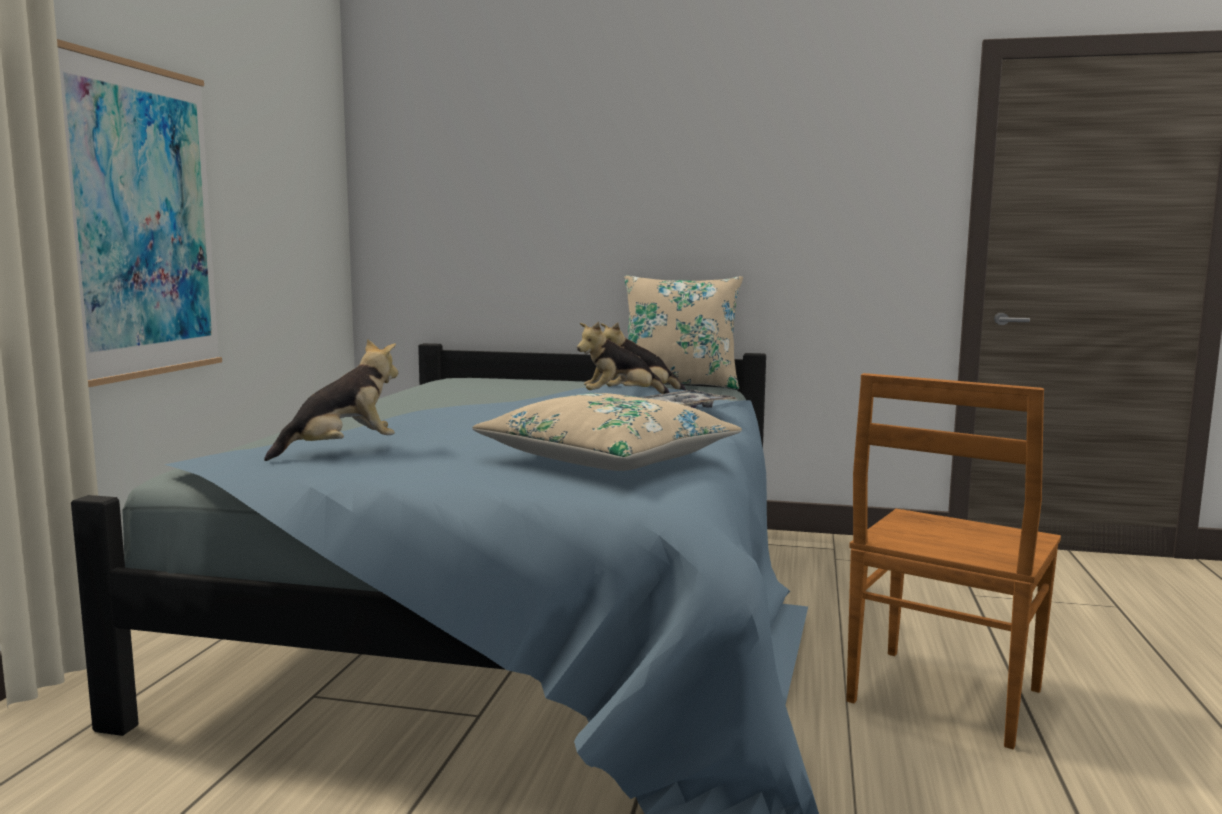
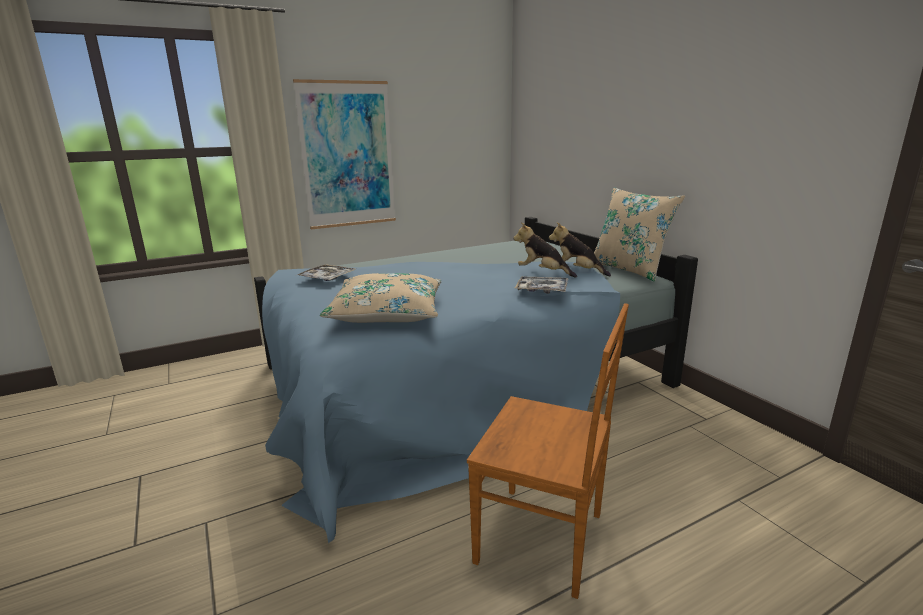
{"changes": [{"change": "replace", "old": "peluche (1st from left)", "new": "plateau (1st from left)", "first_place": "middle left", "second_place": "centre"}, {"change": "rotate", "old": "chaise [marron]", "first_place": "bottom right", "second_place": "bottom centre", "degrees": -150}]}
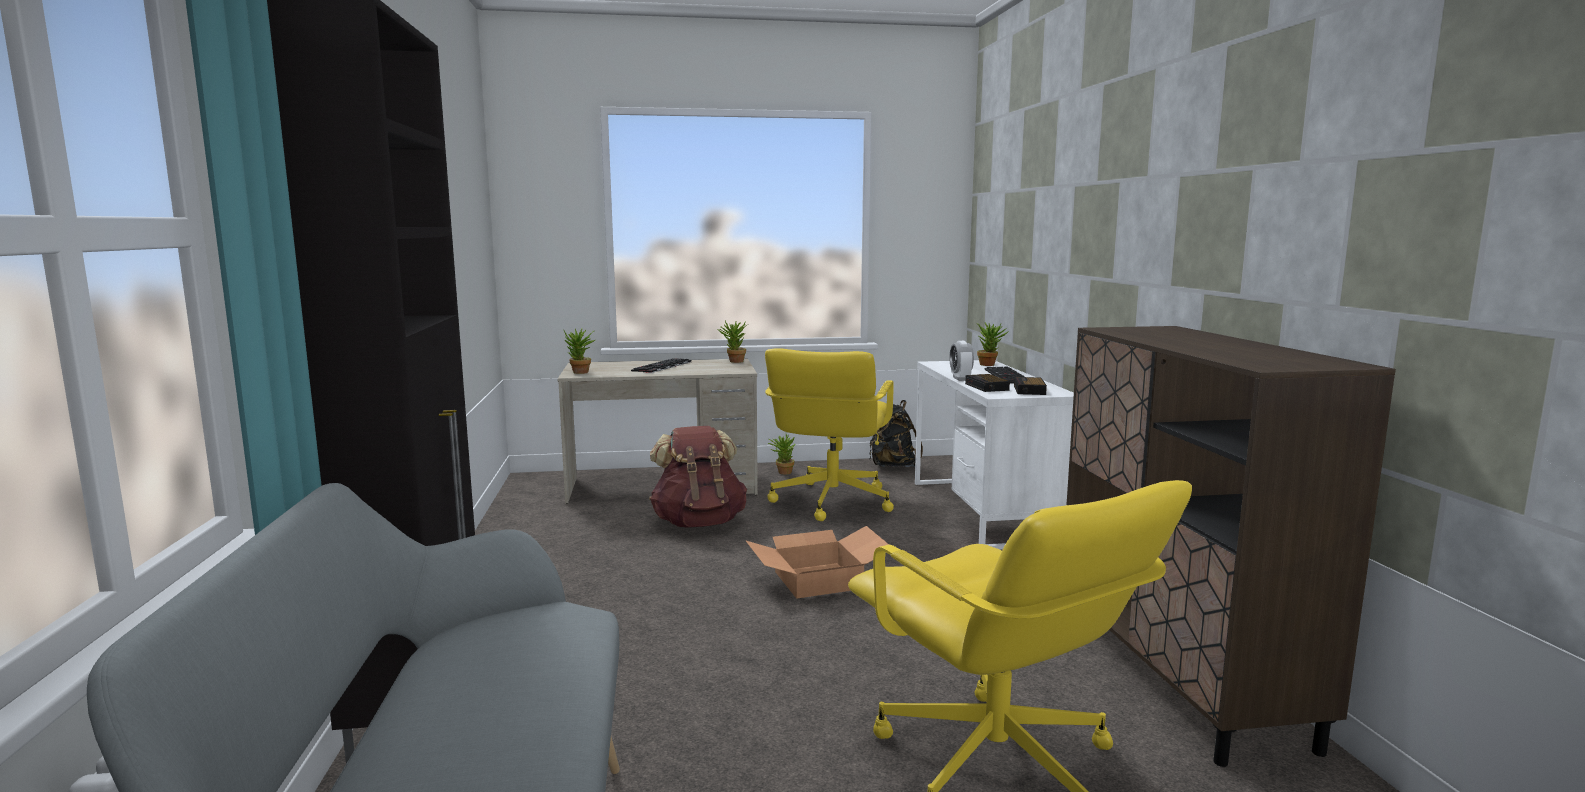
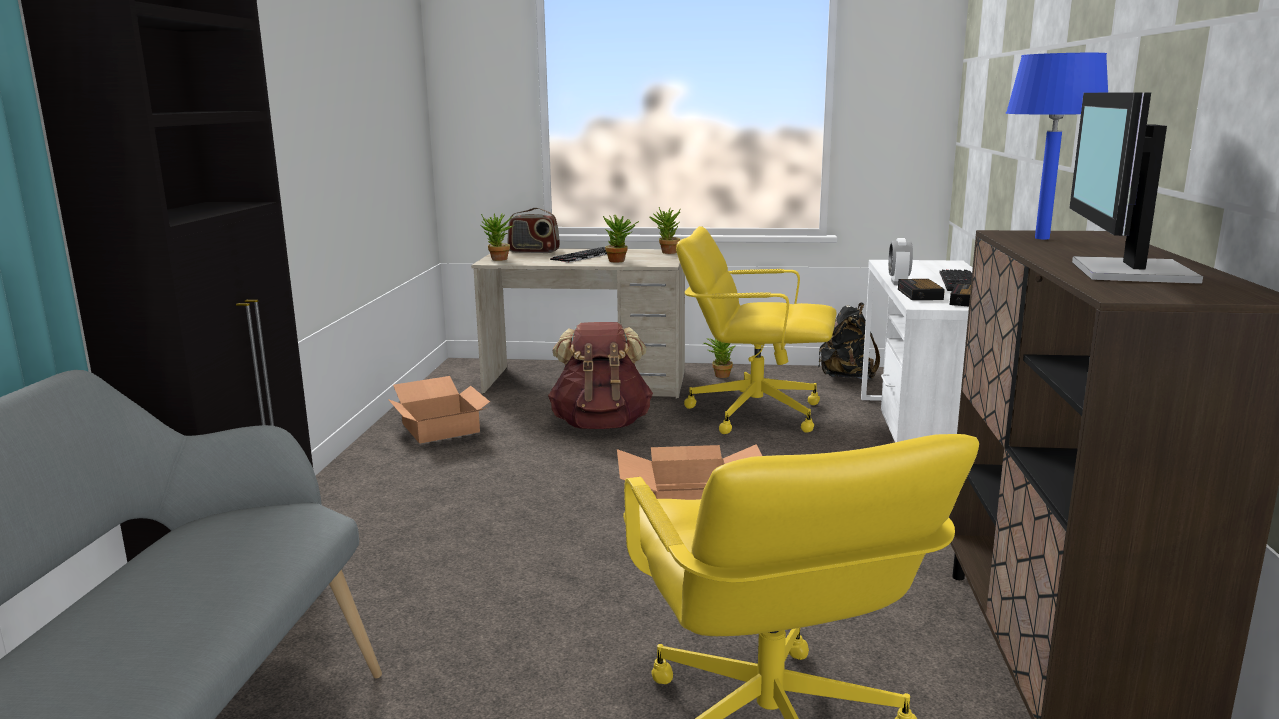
{"changes": [{"change": "move", "old": "plante en pot (4th from left in the first image)", "new": "plante en pot (2nd from left)", "first_place": "centre", "second_place": "top centre"}, {"change": "rotate", "old": "chaise de bureau [jaune] (1st from left)", "first_place": "centre", "second_place": "centre", "degrees": 75}, {"change": "insert", "new": "lampe de table [bleu]", "second_place": "top right"}, {"change": "insert", "new": "écran d'ordinateur", "second_place": "top right"}, {"change": "insert", "new": "radio", "second_place": "top centre"}, {"change": "insert", "new": "carton (1st from left)", "second_place": "centre"}]}
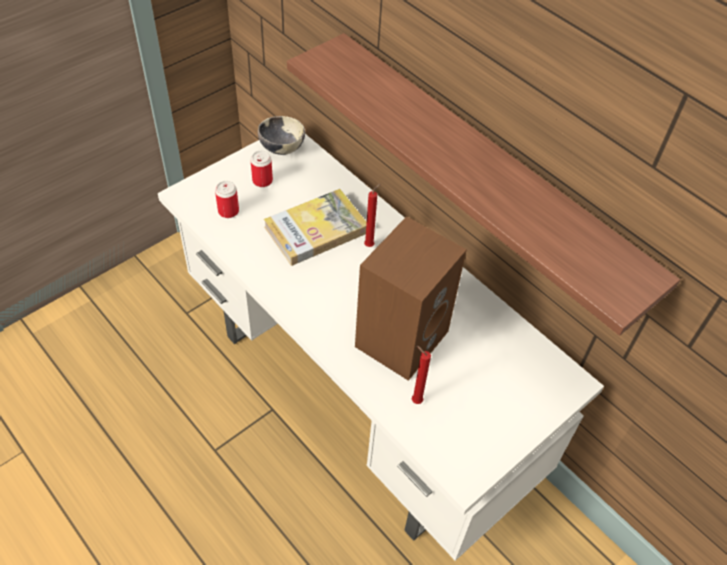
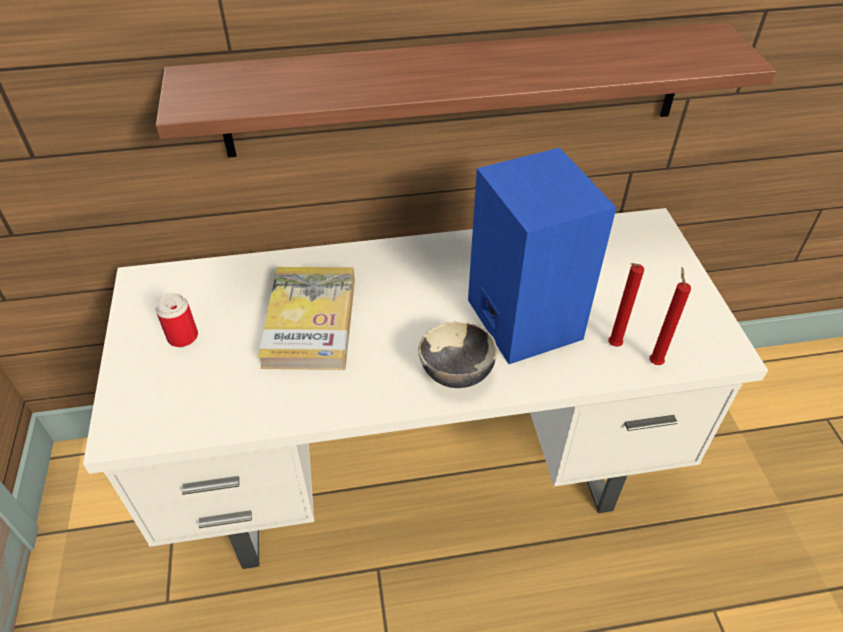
{"changes": [{"change": "move", "old": "bol", "first_place": "top centre", "second_place": "centre"}, {"change": "delete", "old": "boîte métallique (1st from left)", "first_place": "middle left"}, {"change": "move", "old": "bougie [rouge] (1st from left in the first image)", "new": "bougie [rouge] (2nd from left)", "first_place": "centre", "second_place": "middle right"}, {"change": "recolor", "old": "enceinte [marron]", "new": "enceinte [bleu]", "first_place": "centre", "second_place": "centre"}]}
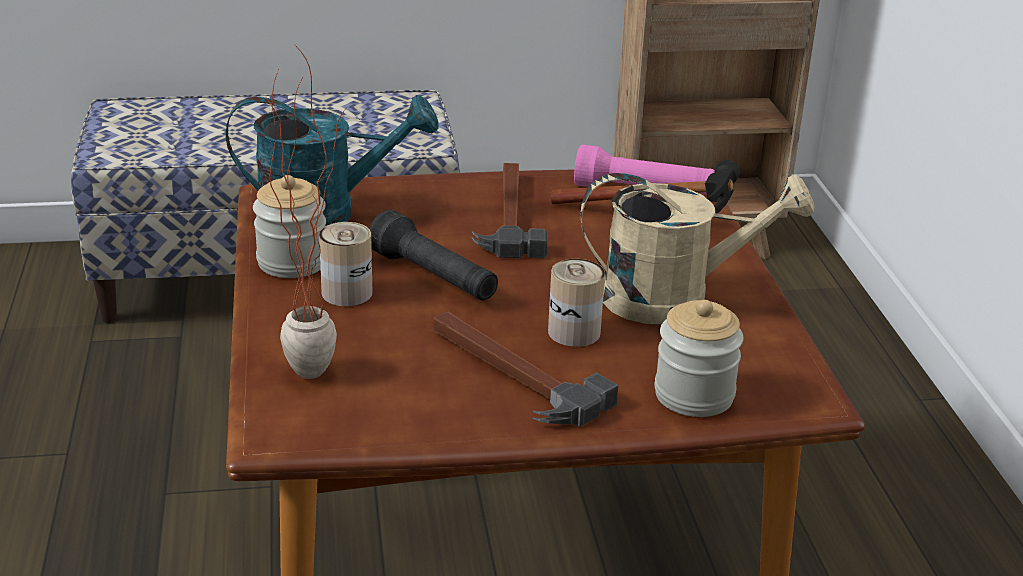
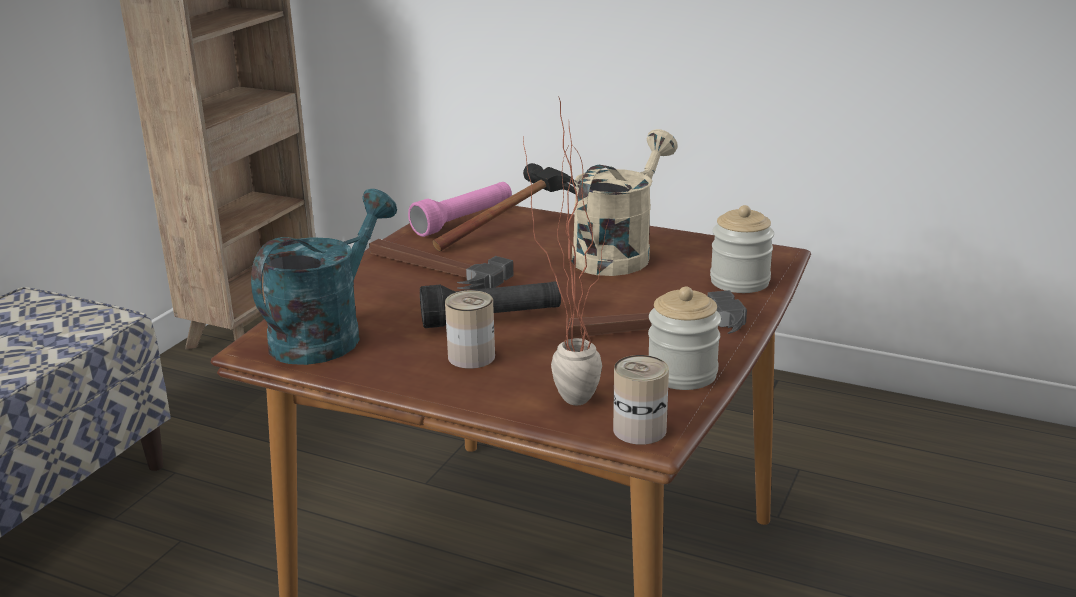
{"changes": [{"change": "move", "old": "bocal (1st from left)", "first_place": "middle left", "second_place": "centre"}, {"change": "move", "old": "boîte métallique (2nd from left)", "first_place": "centre", "second_place": "bottom centre"}]}
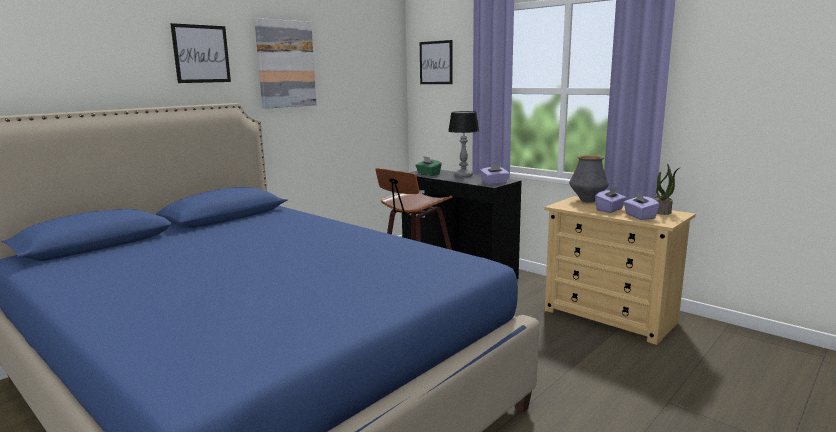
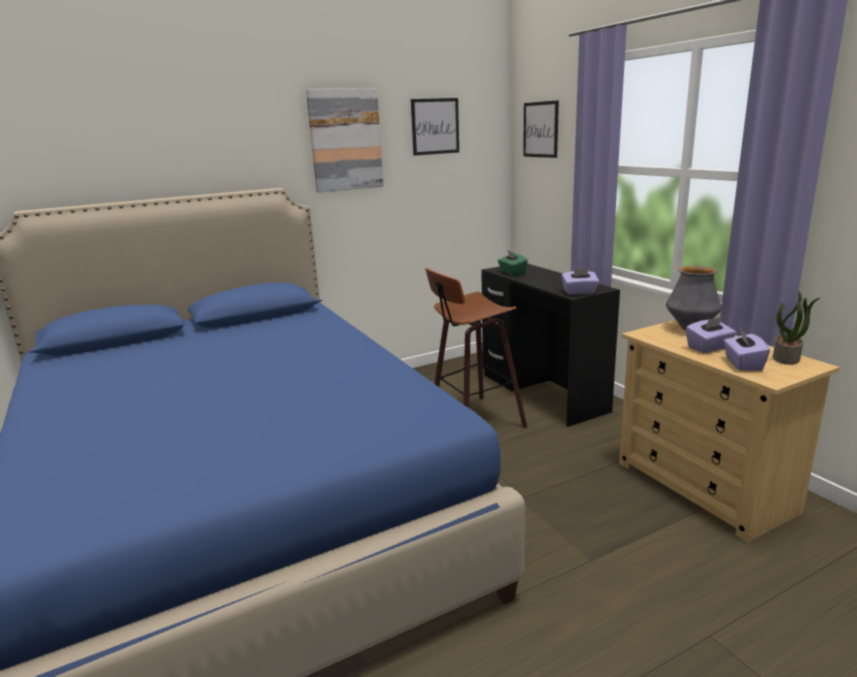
{"changes": [{"change": "move", "old": "tableau (1st from left in the first image)", "new": "tableau (2nd from left)", "first_place": "top left", "second_place": "top centre"}, {"change": "delete", "old": "lampe de table", "first_place": "centre"}]}
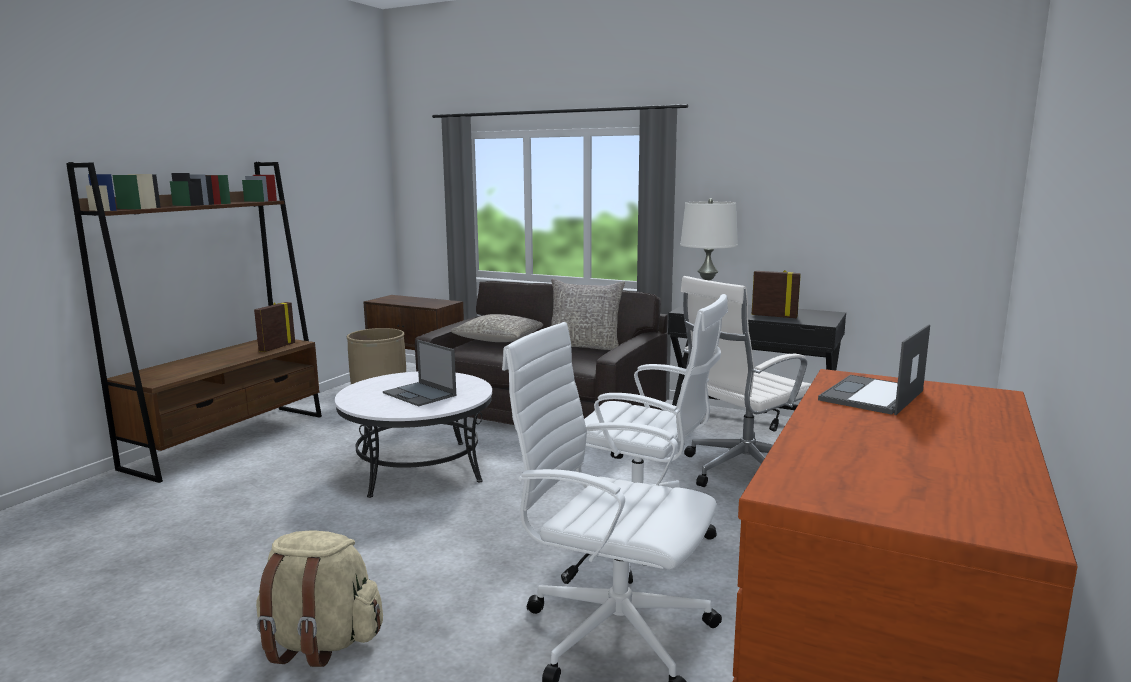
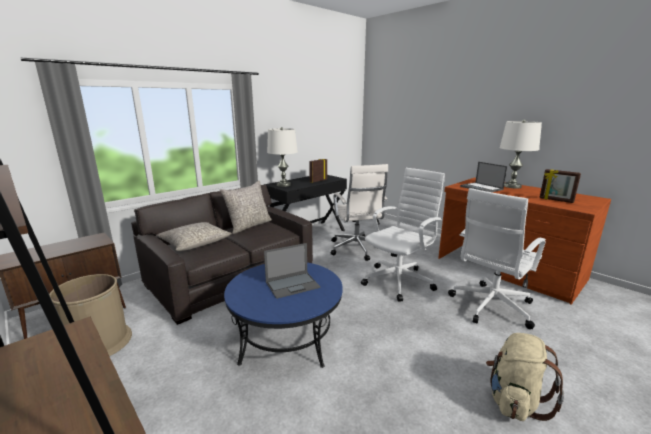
{"changes": [{"change": "move", "old": "cadre photo (1st from left in the first image)", "new": "cadre photo (2nd from left)", "first_place": "middle left", "second_place": "middle right"}, {"change": "recolor", "old": "table basse [blanc]", "new": "table basse [bleu]", "first_place": "centre", "second_place": "bottom centre"}, {"change": "insert", "new": "lampe de table [blanc] (2nd from left)", "second_place": "middle right"}]}
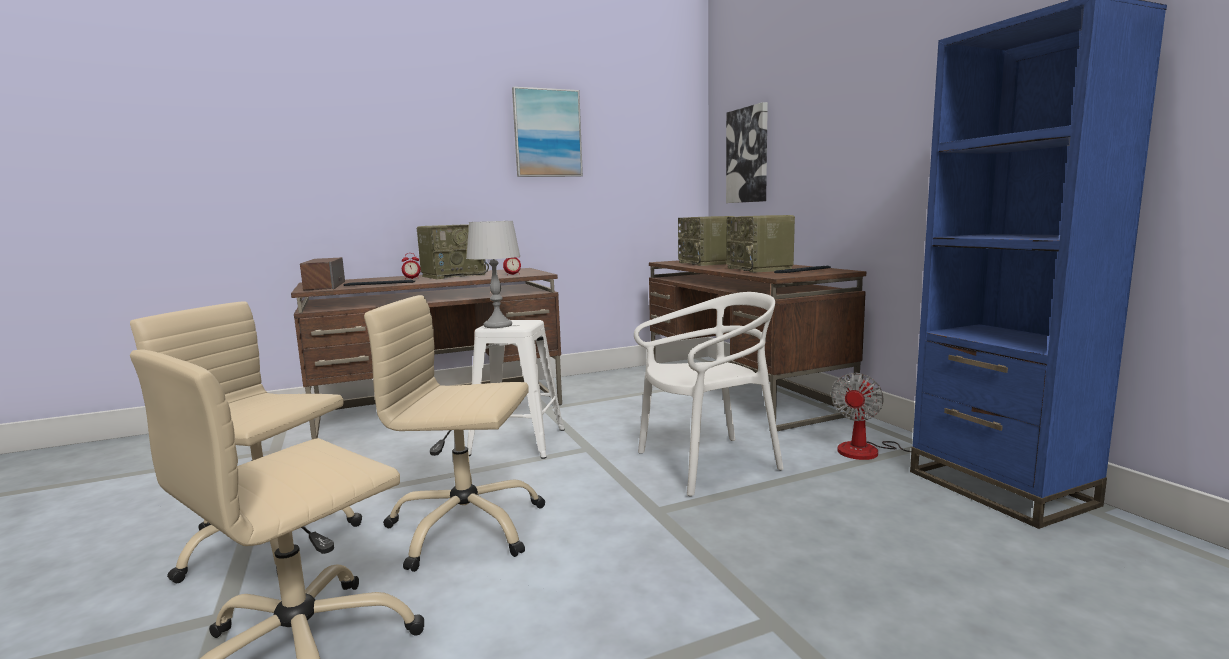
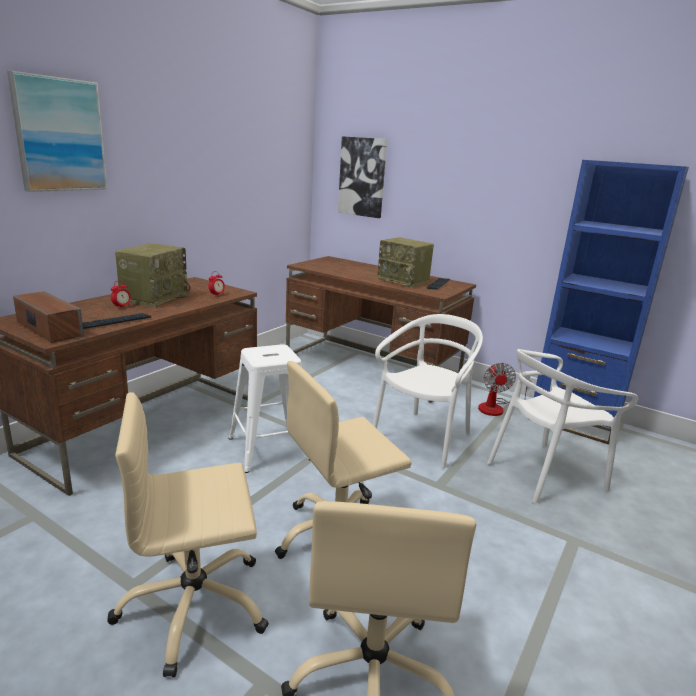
{"changes": [{"change": "move", "old": "tableau (1st from left)", "first_place": "top centre", "second_place": "top left"}, {"change": "delete", "old": "radio (2nd from left)", "first_place": "centre"}, {"change": "delete", "old": "lampe de table [gris]", "first_place": "centre"}, {"change": "insert", "new": "chaise [blanc] (2nd from left)", "second_place": "middle right"}]}
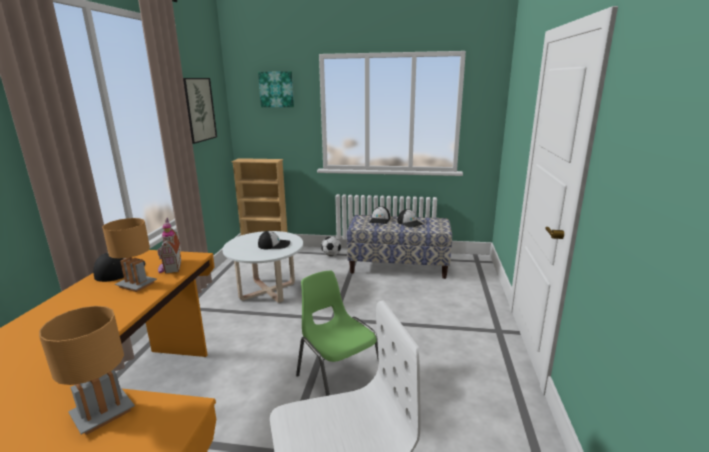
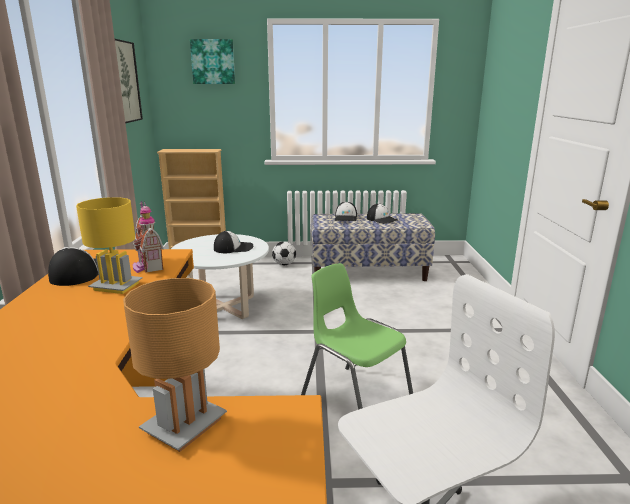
{"changes": [{"change": "recolor", "old": "lampe de table [marron] (2nd from left)", "new": "lampe de table [jaune]", "first_place": "middle left", "second_place": "middle left"}]}
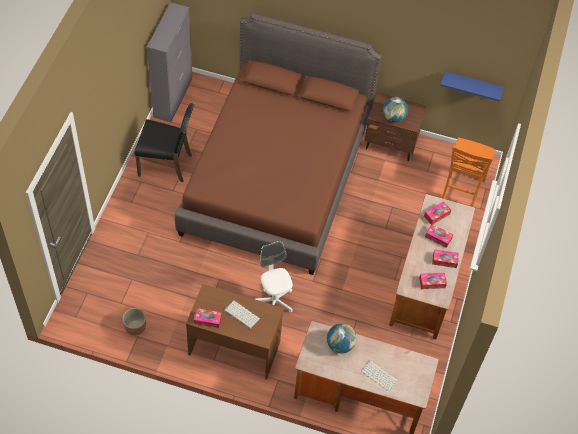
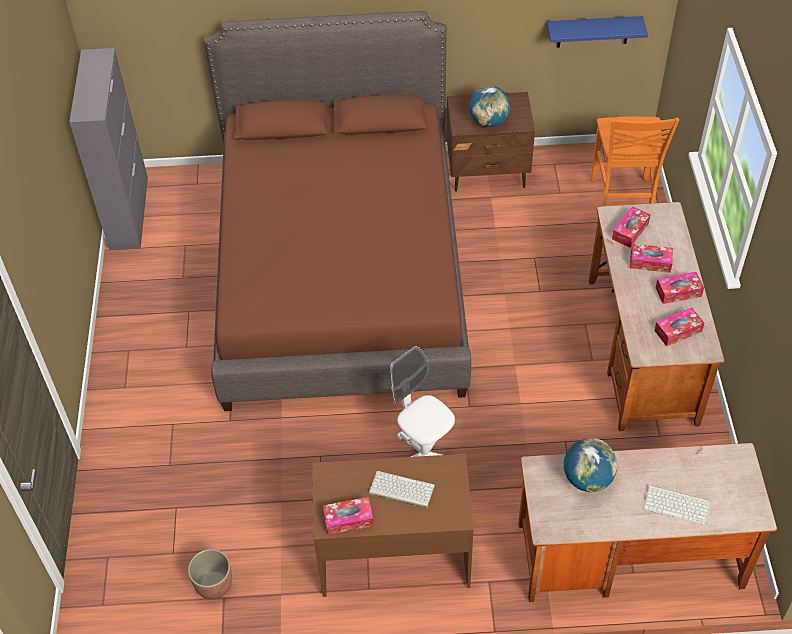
{"changes": [{"change": "delete", "old": "chaise [noir]", "first_place": "top left"}]}
